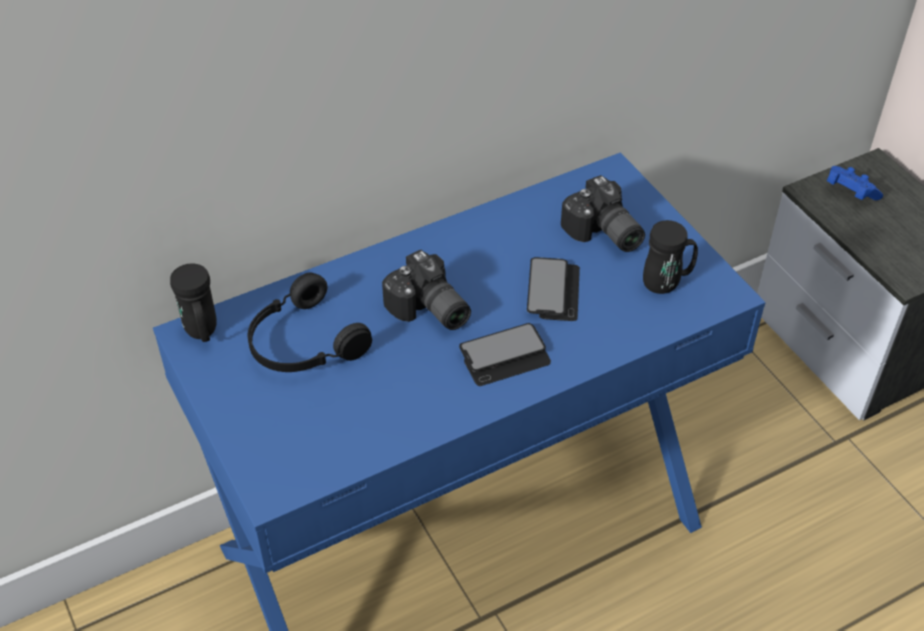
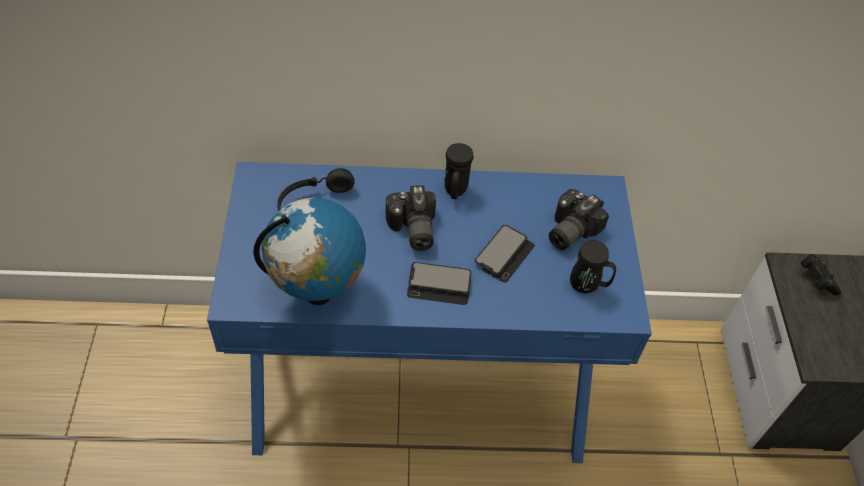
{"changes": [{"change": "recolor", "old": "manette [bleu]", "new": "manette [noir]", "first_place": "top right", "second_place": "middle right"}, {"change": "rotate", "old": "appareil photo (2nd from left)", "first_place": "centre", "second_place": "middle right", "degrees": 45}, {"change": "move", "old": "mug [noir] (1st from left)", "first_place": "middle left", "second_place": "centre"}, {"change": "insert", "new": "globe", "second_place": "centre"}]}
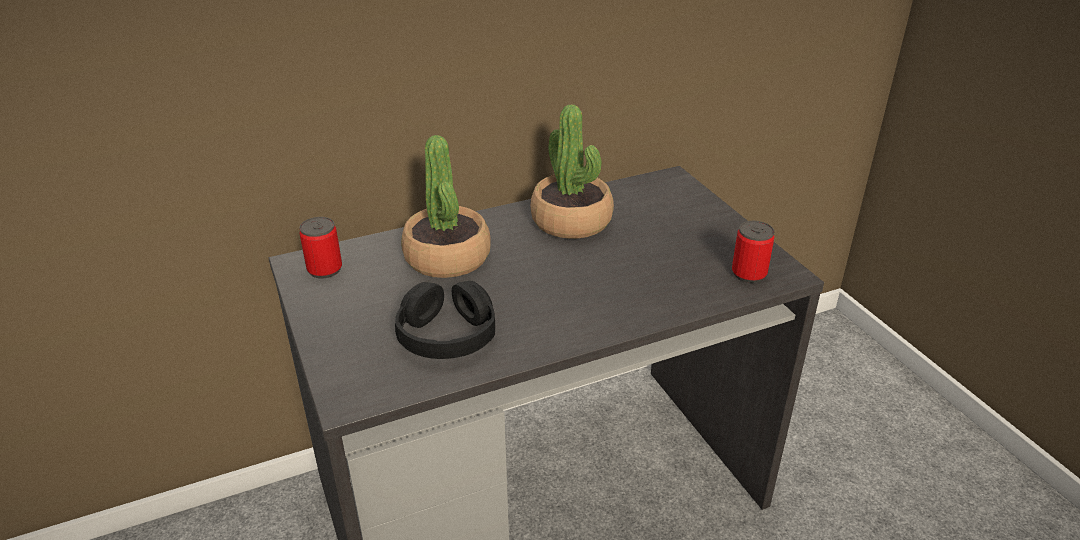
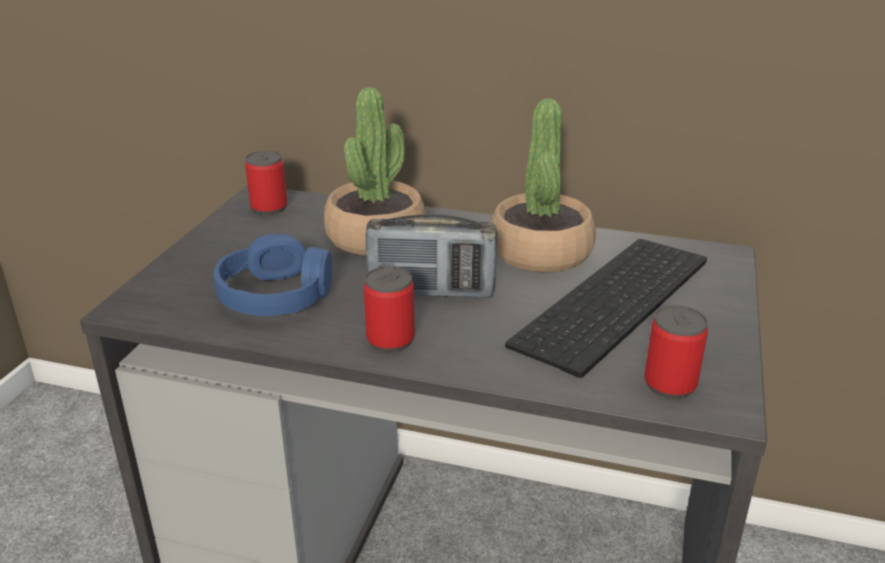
{"changes": [{"change": "recolor", "old": "casque audio [noir]", "new": "casque audio [bleu]", "first_place": "centre", "second_place": "middle left"}, {"change": "insert", "new": "radio", "second_place": "centre"}, {"change": "insert", "new": "clavier", "second_place": "middle right"}, {"change": "insert", "new": "boîte métallique (2nd from left)", "second_place": "centre"}]}
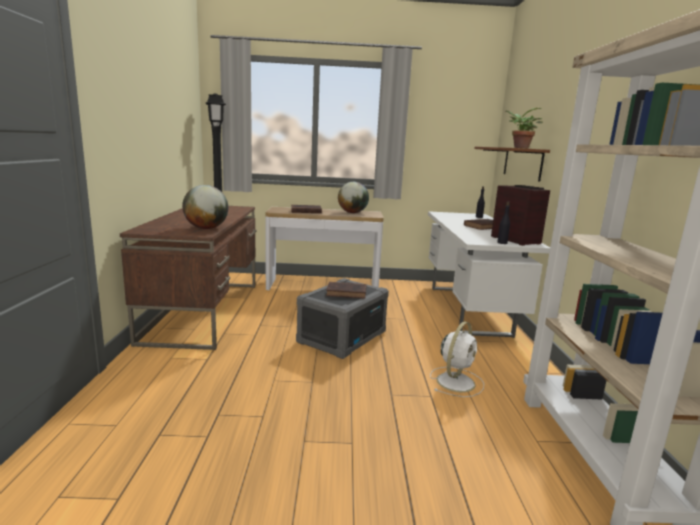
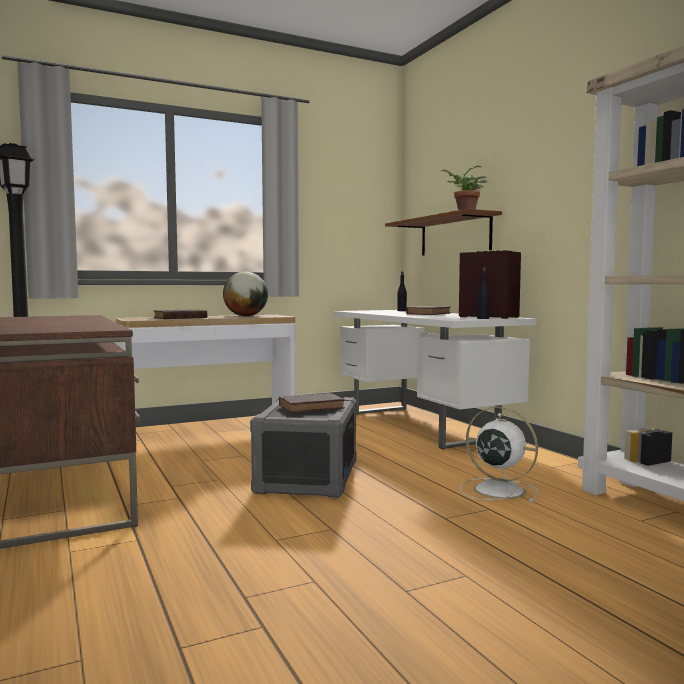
{"changes": [{"change": "delete", "old": "globe (1st from left)", "first_place": "middle left"}, {"change": "rotate", "old": "ventilateur [blanc]", "first_place": "bottom centre", "second_place": "middle right", "degrees": -60}]}
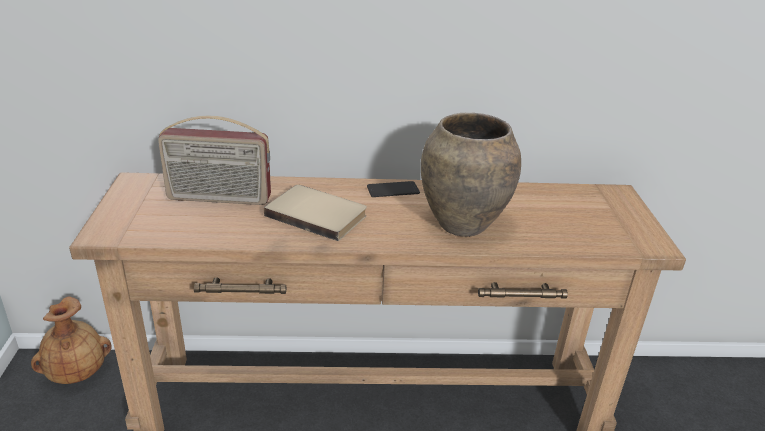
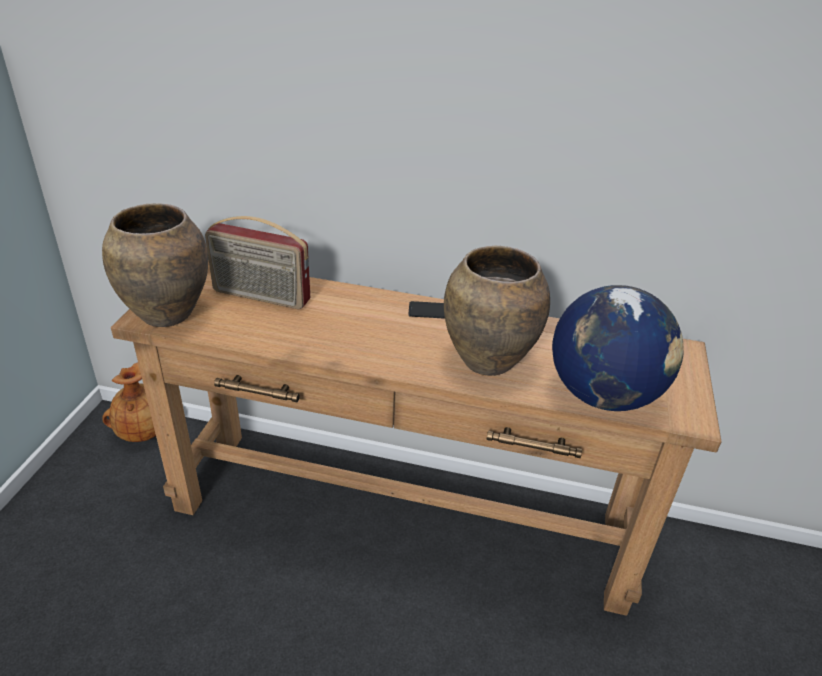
{"changes": [{"change": "delete", "old": "livre [beige]", "first_place": "centre"}, {"change": "insert", "new": "vase [marron] (2nd from left)", "second_place": "middle left"}, {"change": "insert", "new": "globe", "second_place": "middle right"}]}
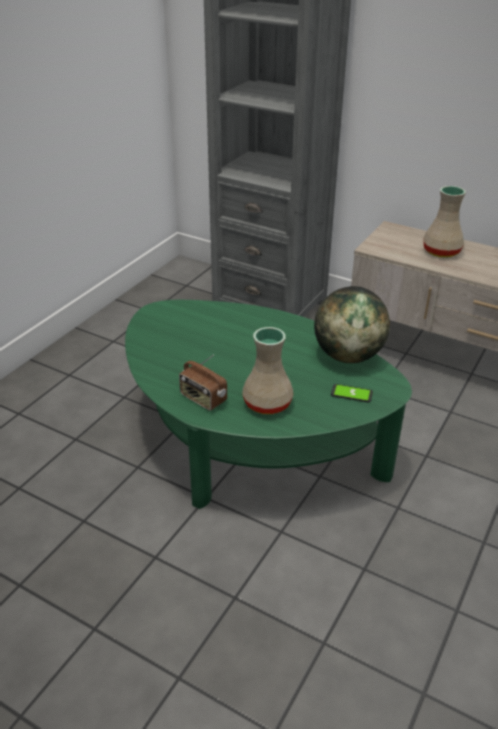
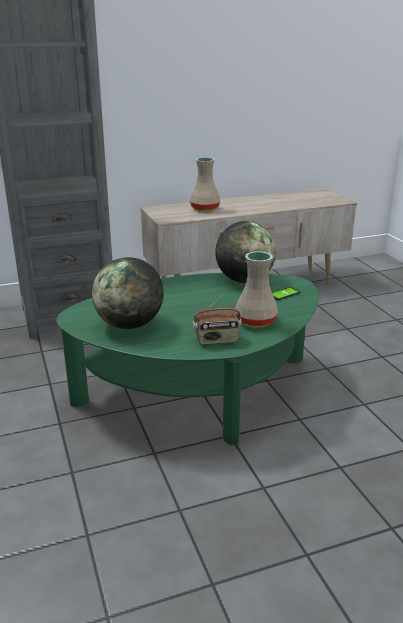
{"changes": [{"change": "insert", "new": "globe (1st from left)", "second_place": "middle left"}]}
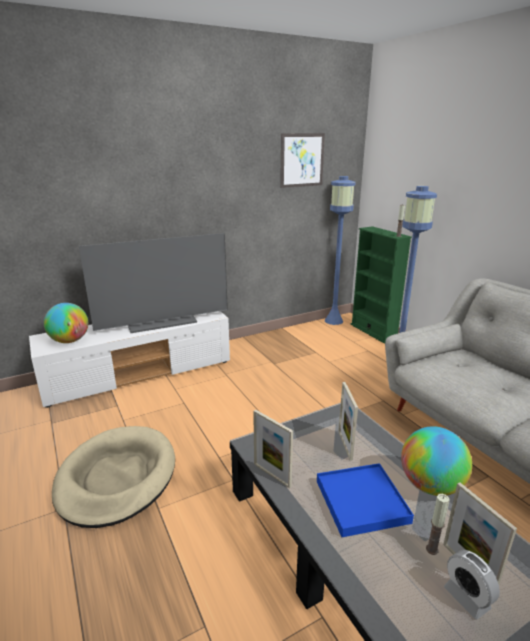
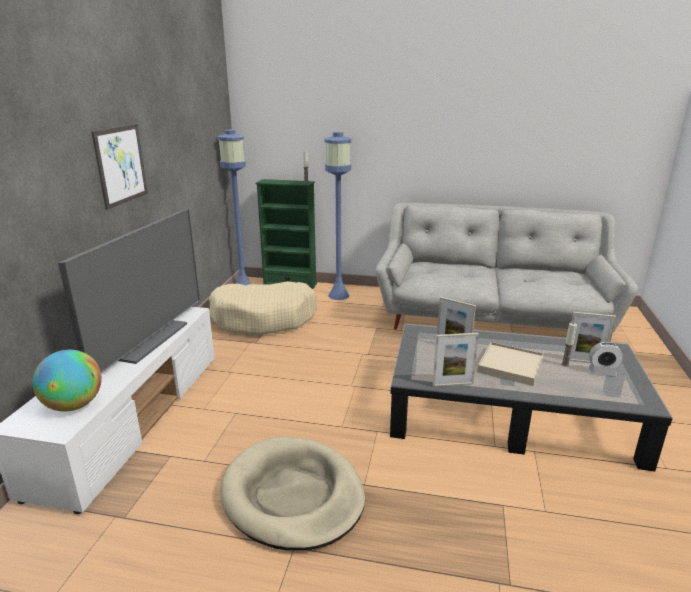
{"changes": [{"change": "move", "old": "tableau", "first_place": "top centre", "second_place": "top left"}, {"change": "delete", "old": "globe (2nd from left)", "first_place": "bottom right"}, {"change": "recolor", "old": "plateau [bleu]", "new": "plateau [beige]", "first_place": "bottom right", "second_place": "middle right"}, {"change": "insert", "new": "panier pour chien [beige] (1st from left)", "second_place": "centre"}]}
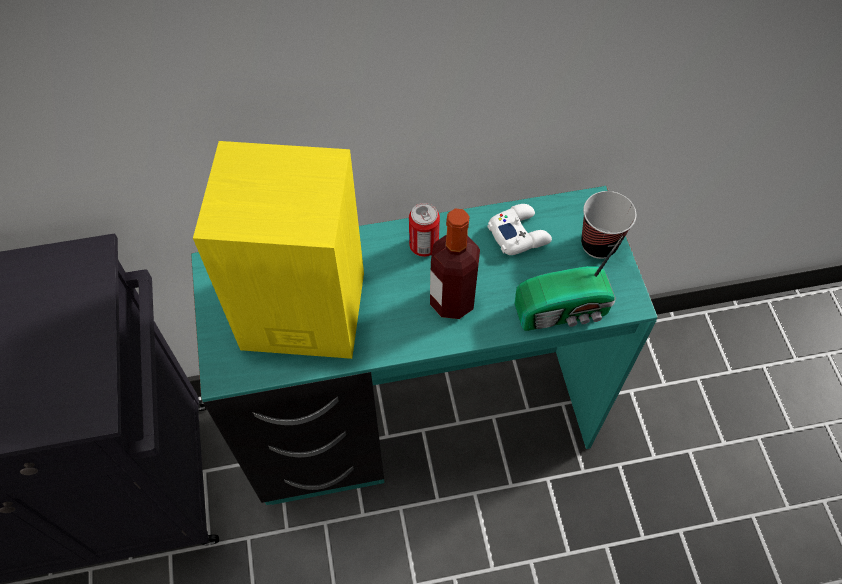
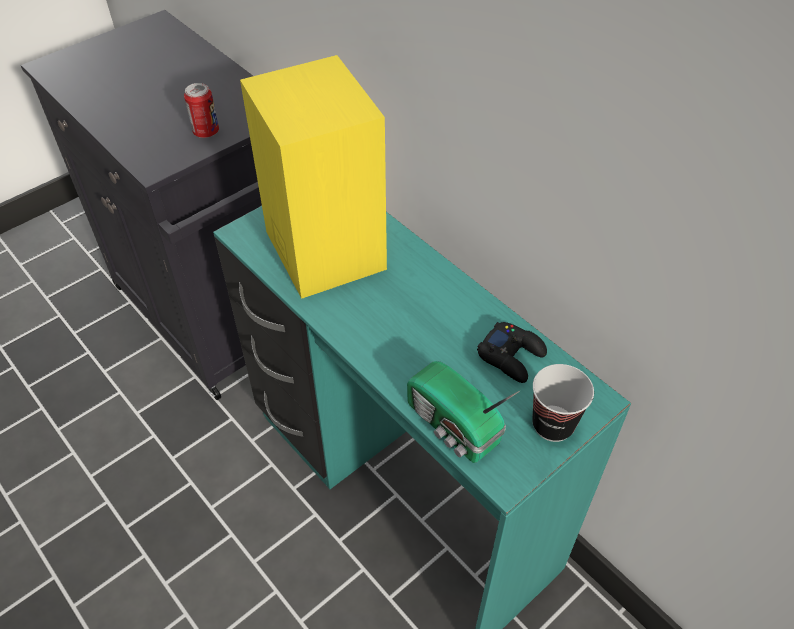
{"changes": [{"change": "move", "old": "boîte métallique", "first_place": "centre", "second_place": "top left"}, {"change": "recolor", "old": "manette [blanc]", "new": "manette [noir]", "first_place": "centre", "second_place": "centre"}, {"change": "delete", "old": "bouteille", "first_place": "centre"}]}
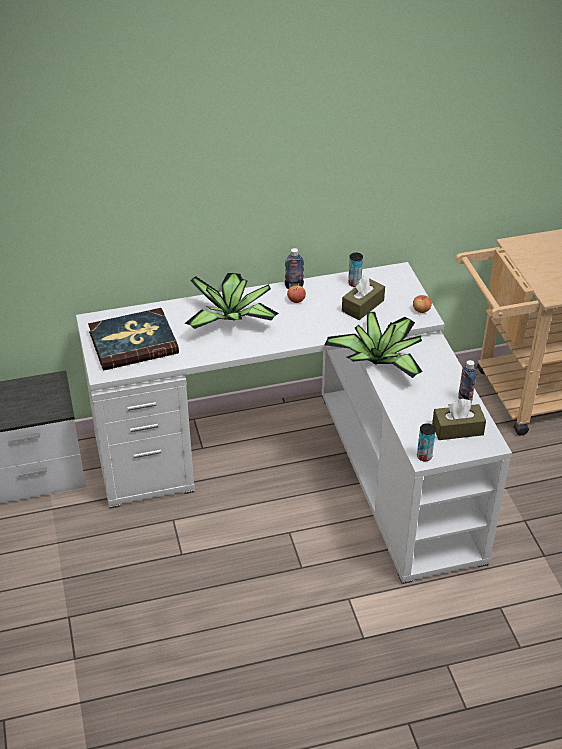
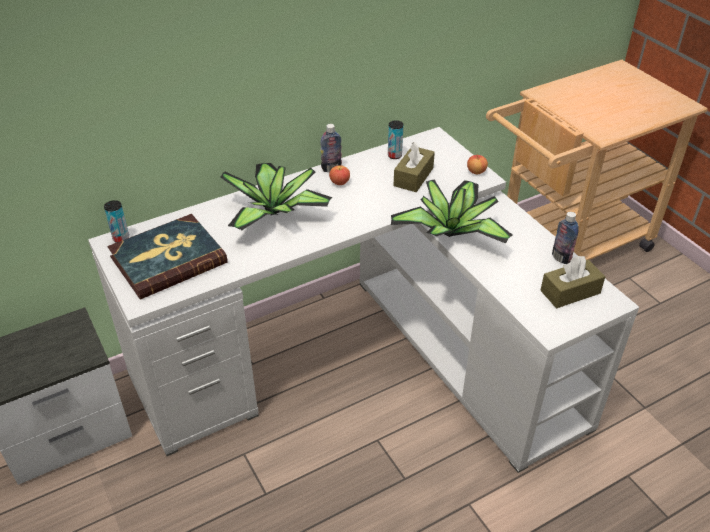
{"changes": [{"change": "move", "old": "boîte métallique (2nd from left in the first image)", "new": "boîte métallique (1st from left)", "first_place": "middle right", "second_place": "middle left"}]}
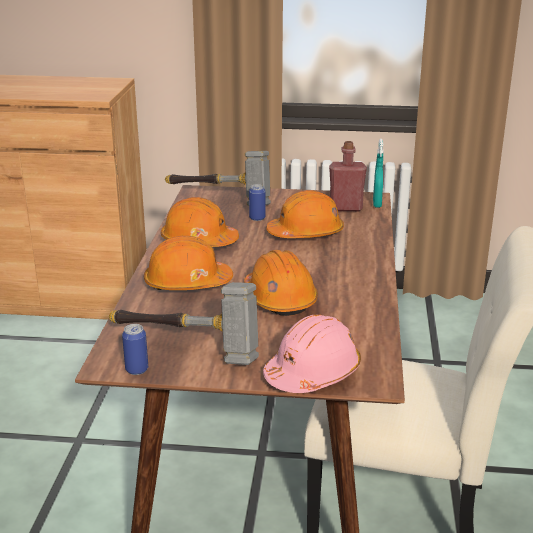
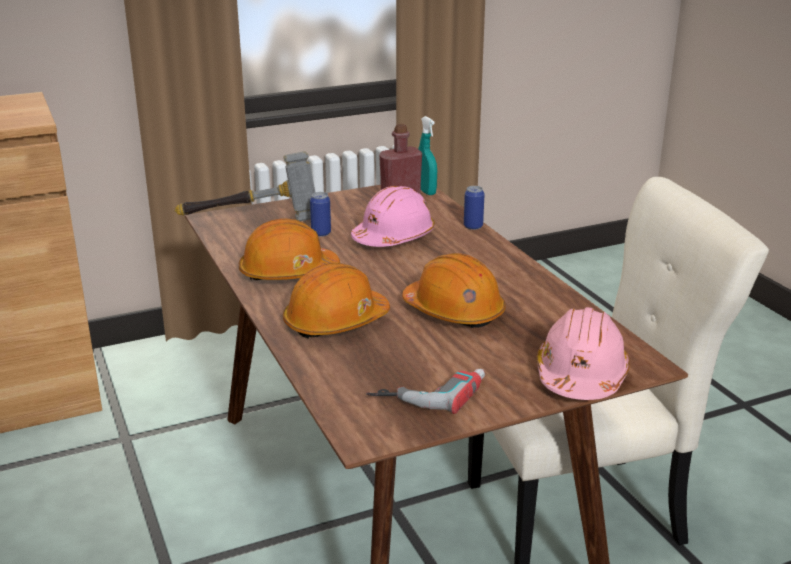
{"changes": [{"change": "recolor", "old": "casque de chantier [orange] (4th from left)", "new": "casque de chantier [rose] (1st from left)", "first_place": "centre", "second_place": "centre"}, {"change": "replace", "old": "marteau (1st from left)", "new": "perceuse", "first_place": "centre", "second_place": "bottom centre"}, {"change": "move", "old": "boîte métallique (1st from left in the first image)", "new": "boîte métallique (2nd from left)", "first_place": "middle left", "second_place": "centre"}]}
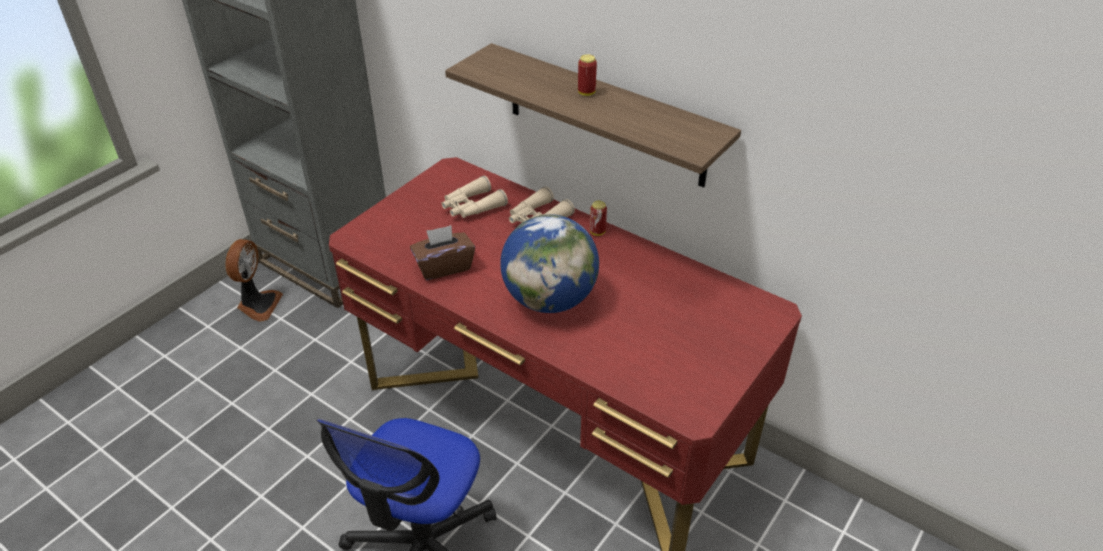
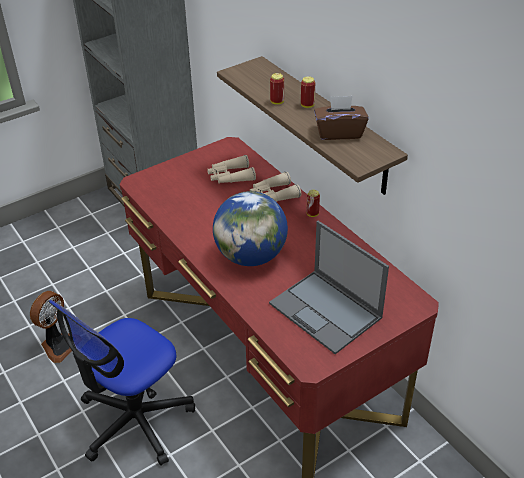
{"changes": [{"change": "move", "old": "boîte à mouchoirs [marron]", "first_place": "centre", "second_place": "top centre"}, {"change": "move", "old": "ventilateur", "first_place": "middle left", "second_place": "bottom left"}, {"change": "insert", "new": "boîte métallique (1st from left)", "second_place": "top centre"}, {"change": "insert", "new": "ordinateur portable", "second_place": "centre"}]}
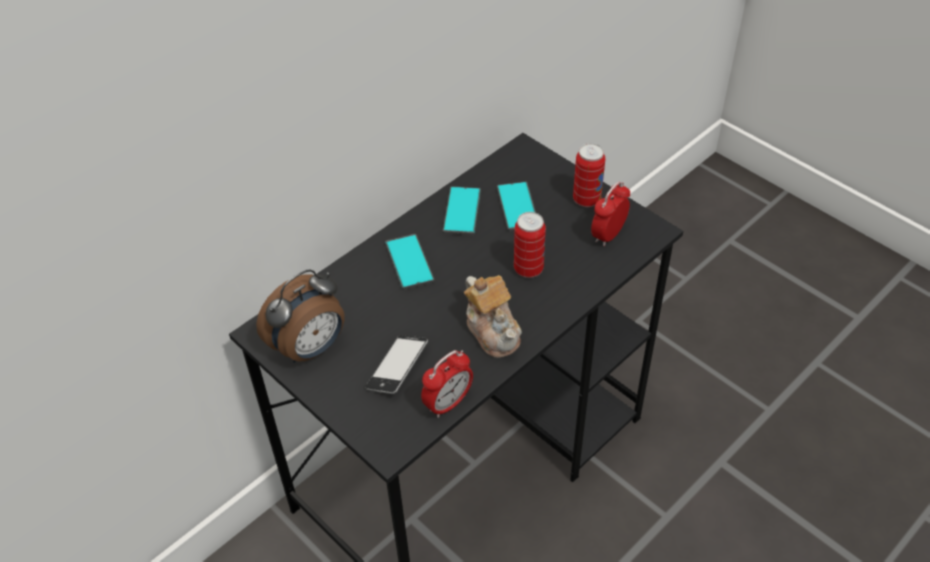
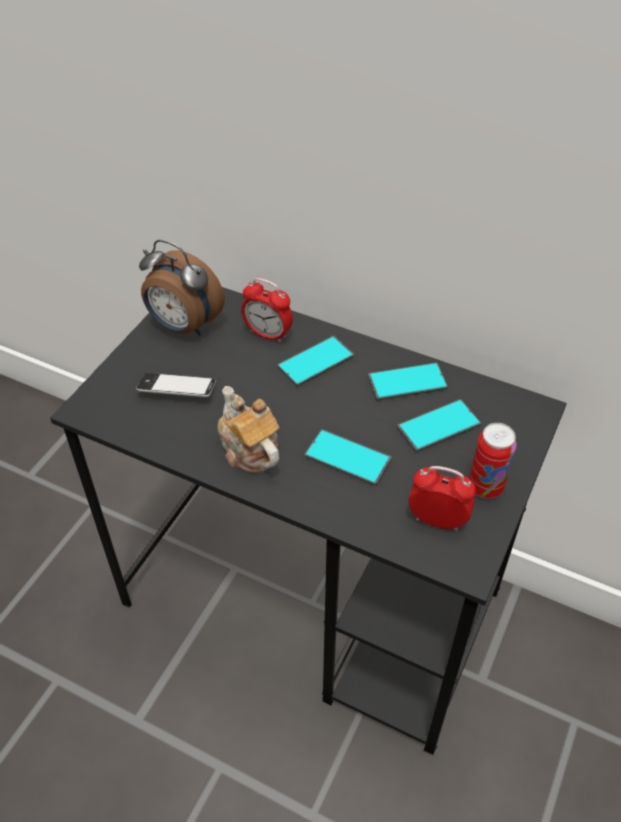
{"changes": [{"change": "replace", "old": "boîte métallique (1st from left)", "new": "téléphone (3rd from left)", "first_place": "centre", "second_place": "centre"}, {"change": "rotate", "old": "théière", "first_place": "centre", "second_place": "centre", "degrees": 105}, {"change": "move", "old": "réveil (2nd from left)", "first_place": "bottom centre", "second_place": "centre"}]}
